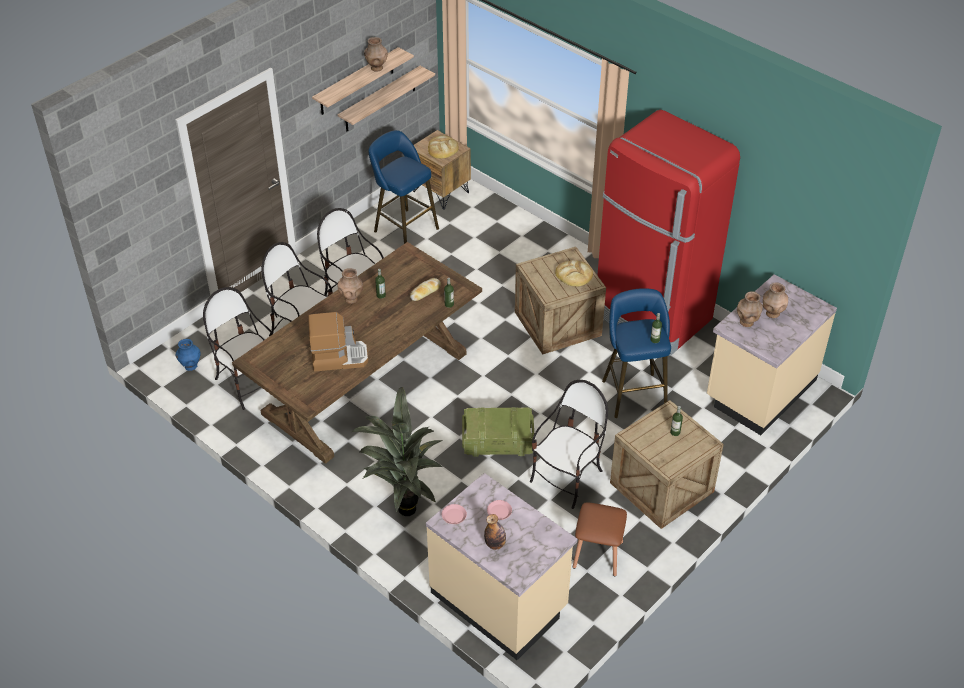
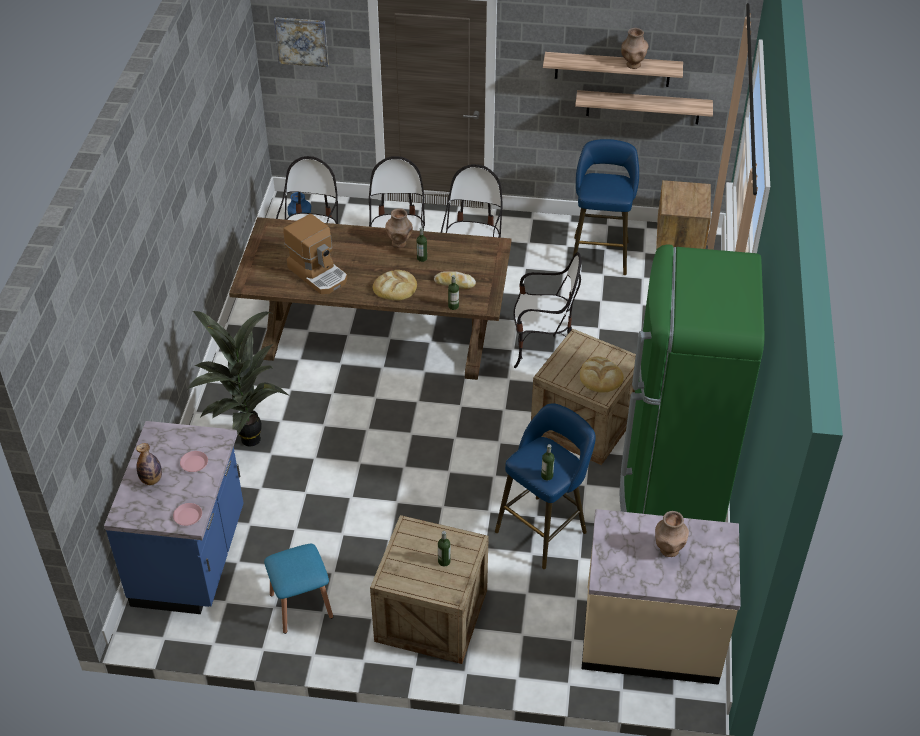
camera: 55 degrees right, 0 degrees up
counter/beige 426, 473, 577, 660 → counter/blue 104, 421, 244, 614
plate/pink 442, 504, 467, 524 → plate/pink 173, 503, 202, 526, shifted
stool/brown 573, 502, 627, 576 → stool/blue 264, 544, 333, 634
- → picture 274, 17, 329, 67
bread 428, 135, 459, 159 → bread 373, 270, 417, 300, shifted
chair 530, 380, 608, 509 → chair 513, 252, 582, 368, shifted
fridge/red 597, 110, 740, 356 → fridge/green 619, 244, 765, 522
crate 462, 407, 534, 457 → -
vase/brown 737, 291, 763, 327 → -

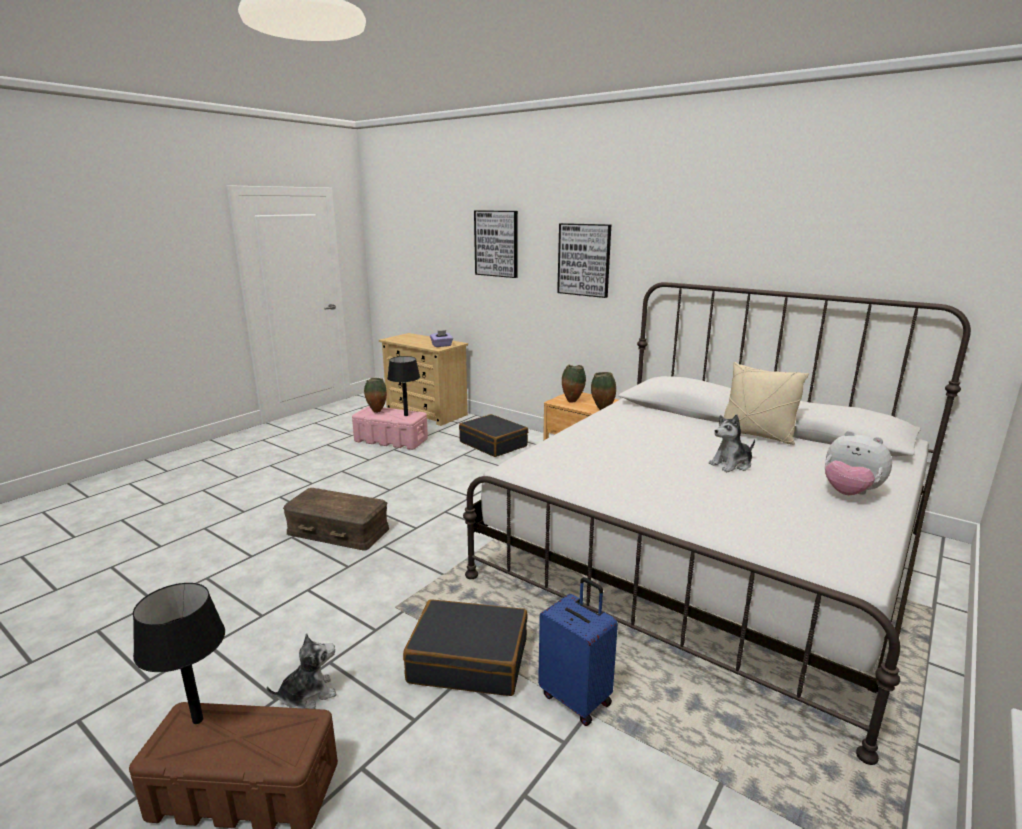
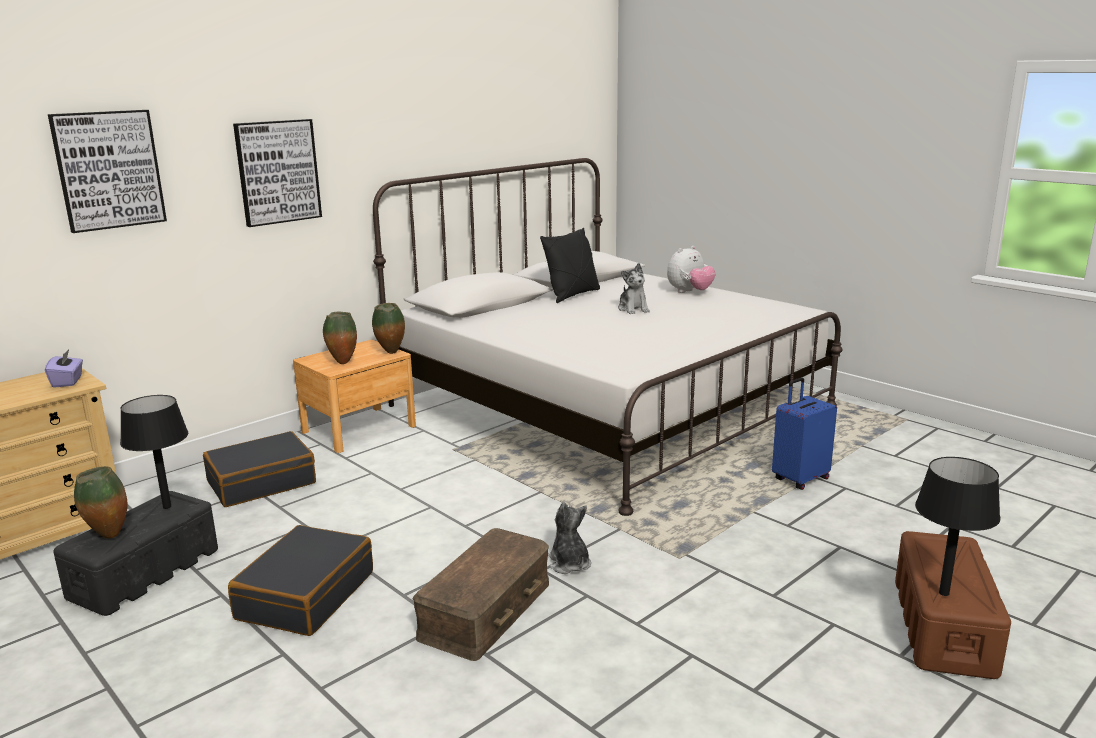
camera: 80 degrees left, 0 degrees up
storage box/pink 352, 406, 428, 450 → storage box/black 53, 491, 218, 616
suitcase/black 403, 599, 528, 696 → suitcase/black 228, 525, 373, 636, shifted
pillow/beige 724, 362, 809, 445 → pillow/black 540, 228, 600, 303
plush toy 267, 633, 337, 709 → plush toy 548, 502, 591, 574, shifted

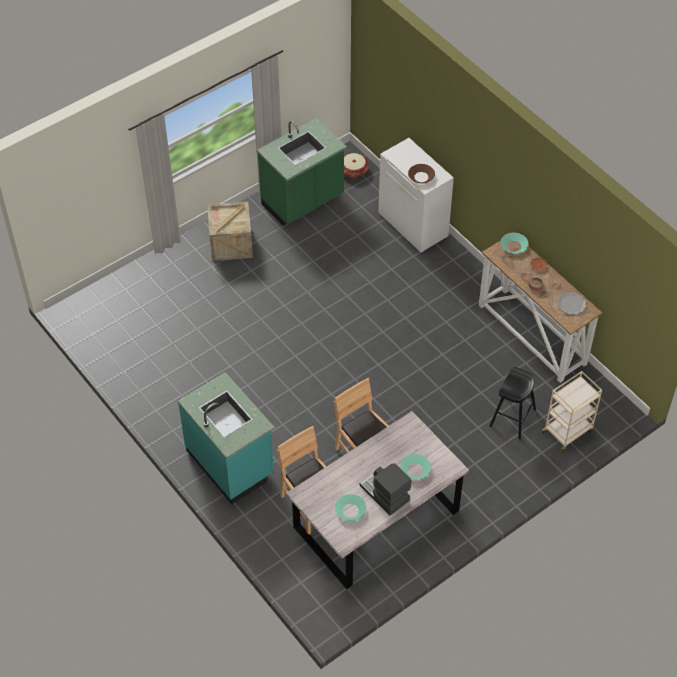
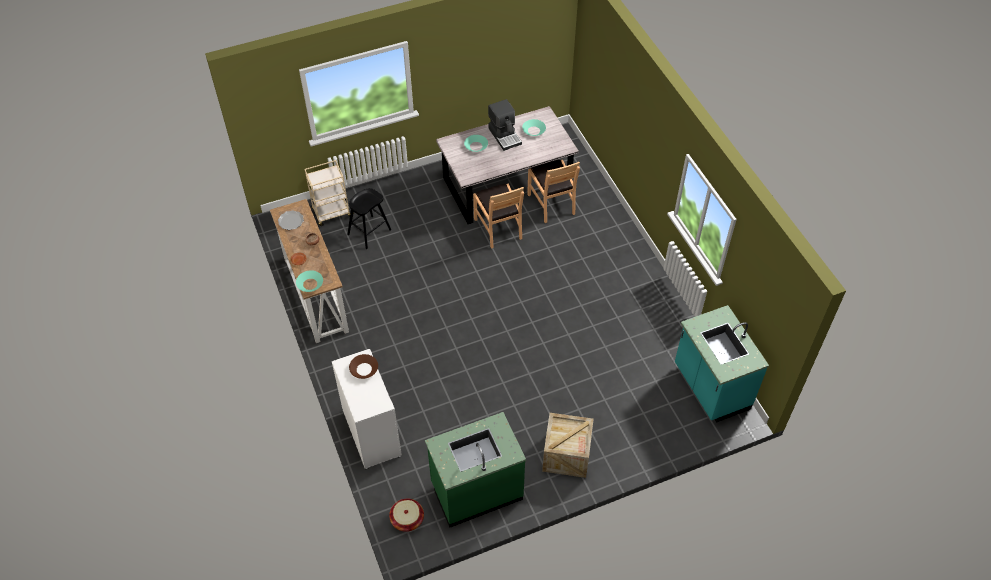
camera: 165 degrees left, 0 degrees up
counter/turquoise 178, 372, 275, 504 → counter/turquoise 675, 305, 769, 423, shifted

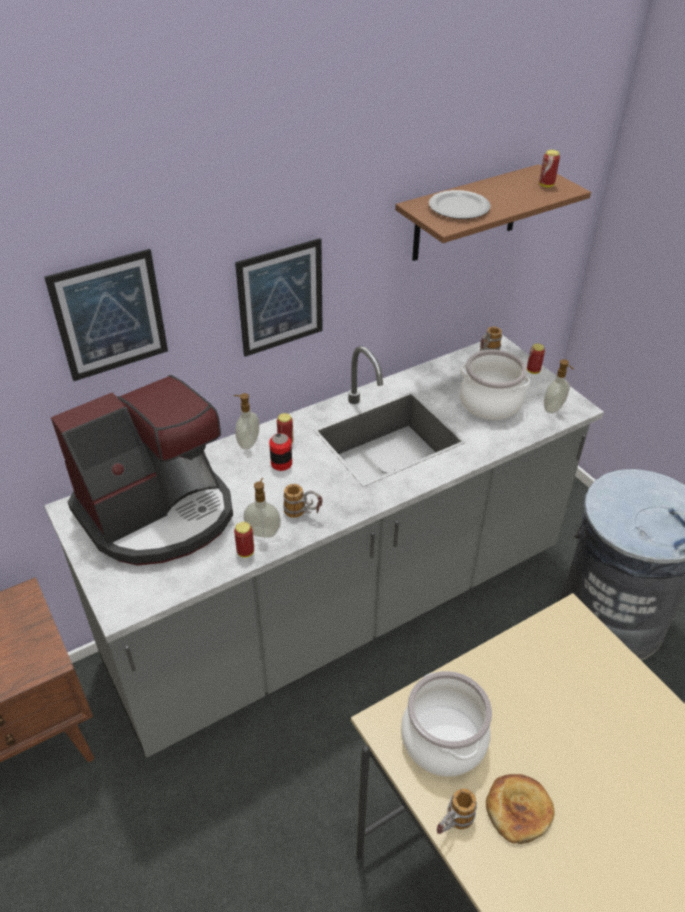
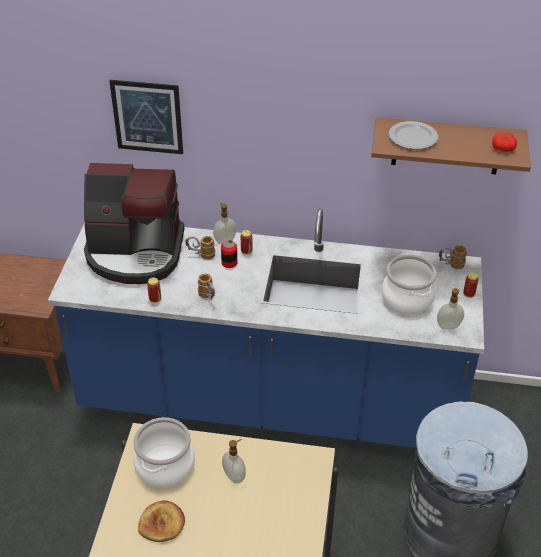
camera: 40 degrees right, 0 degrees up
counter/grey 44, 335, 604, 757 → counter/blue 48, 209, 484, 448
mug 437, 788, 477, 834 → mug 185, 236, 215, 260, shifted
soap dispenser 243, 478, 281, 538 → soap dispenser 222, 439, 246, 484, shifted
can 539, 150, 560, 187 → tomato 492, 132, 517, 152
picture 235, 238, 323, 357 → -

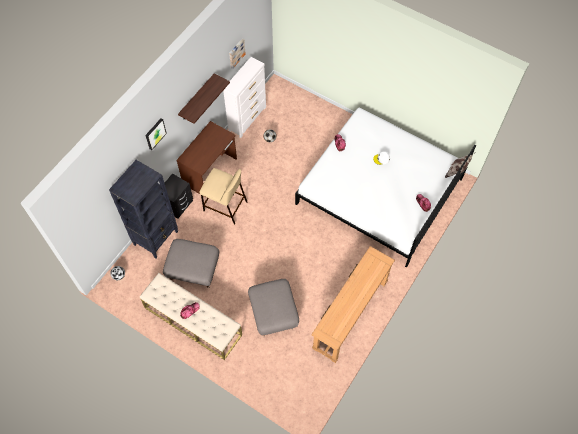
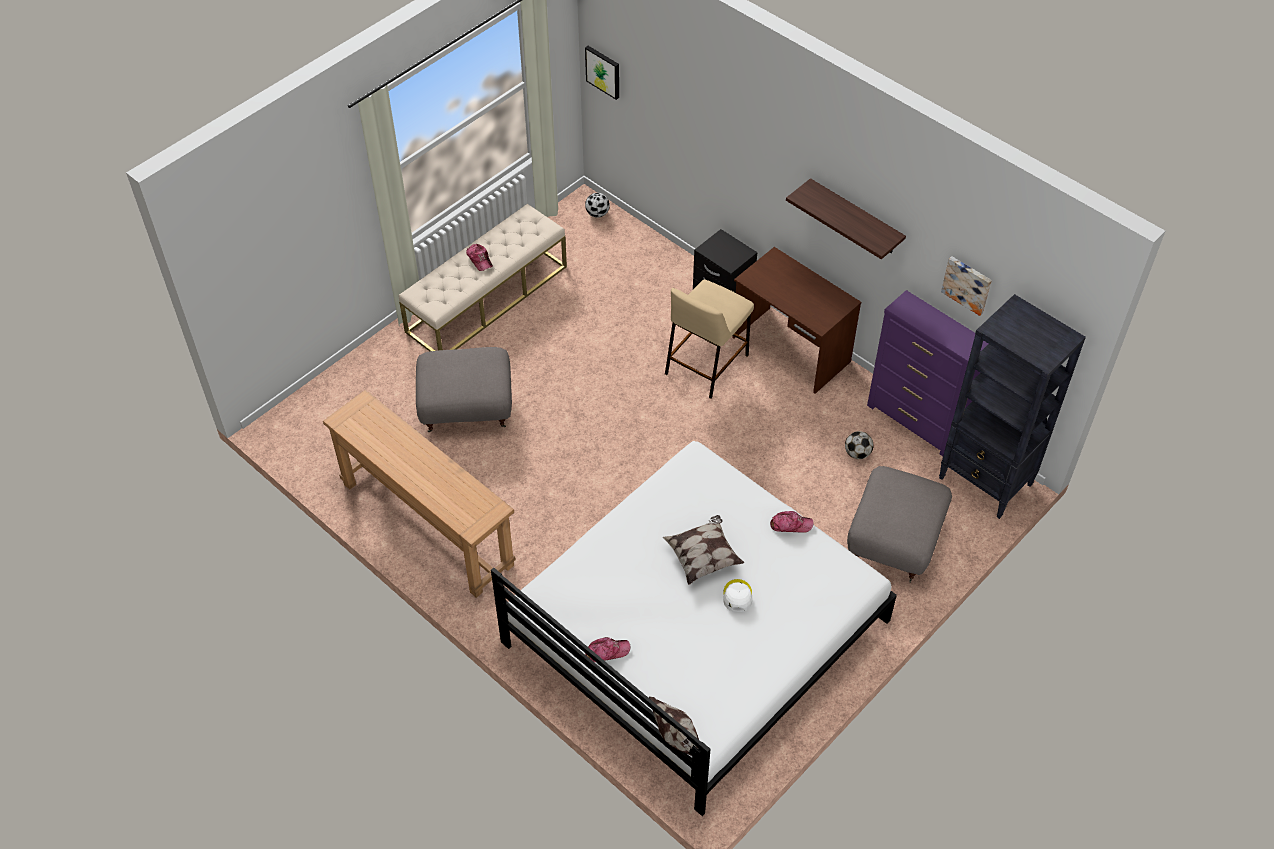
camera: 100 degrees right, 10 degrees down
picture 145, 118, 167, 150 → picture 585, 46, 619, 100, shifted
- → pillow 663, 515, 744, 585
ottoman/grey 163, 239, 219, 288 → ottoman/grey 847, 466, 952, 583, shifted
dresser/white 223, 57, 266, 138 → dresser/purple 867, 290, 988, 456
bookcase/black 109, 160, 178, 259 → bookcase/black 939, 294, 1086, 519, shifted

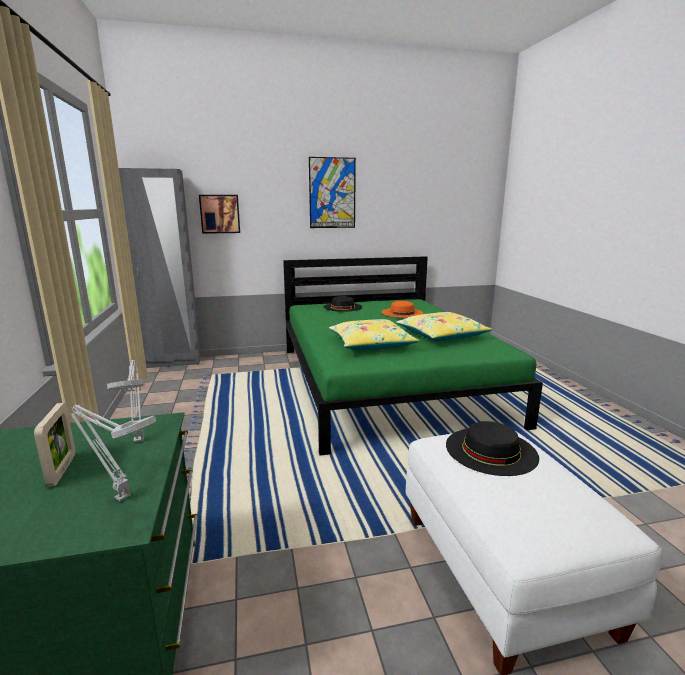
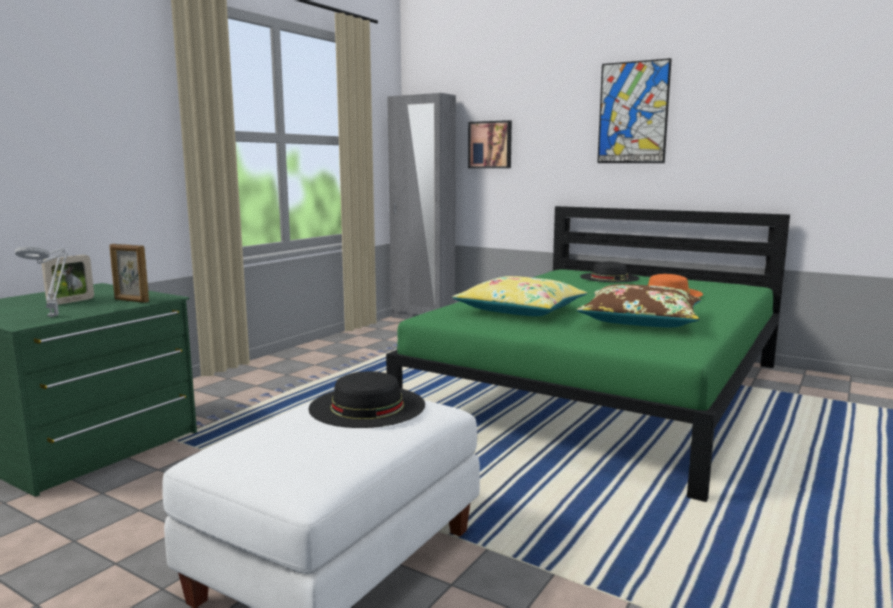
camera: 45 degrees right, 5 degrees down
table lamp/grey 107, 360, 145, 442 → picture frame 109, 244, 149, 303
pillow/yellow 396, 312, 492, 341 → pillow/brown 577, 284, 701, 327

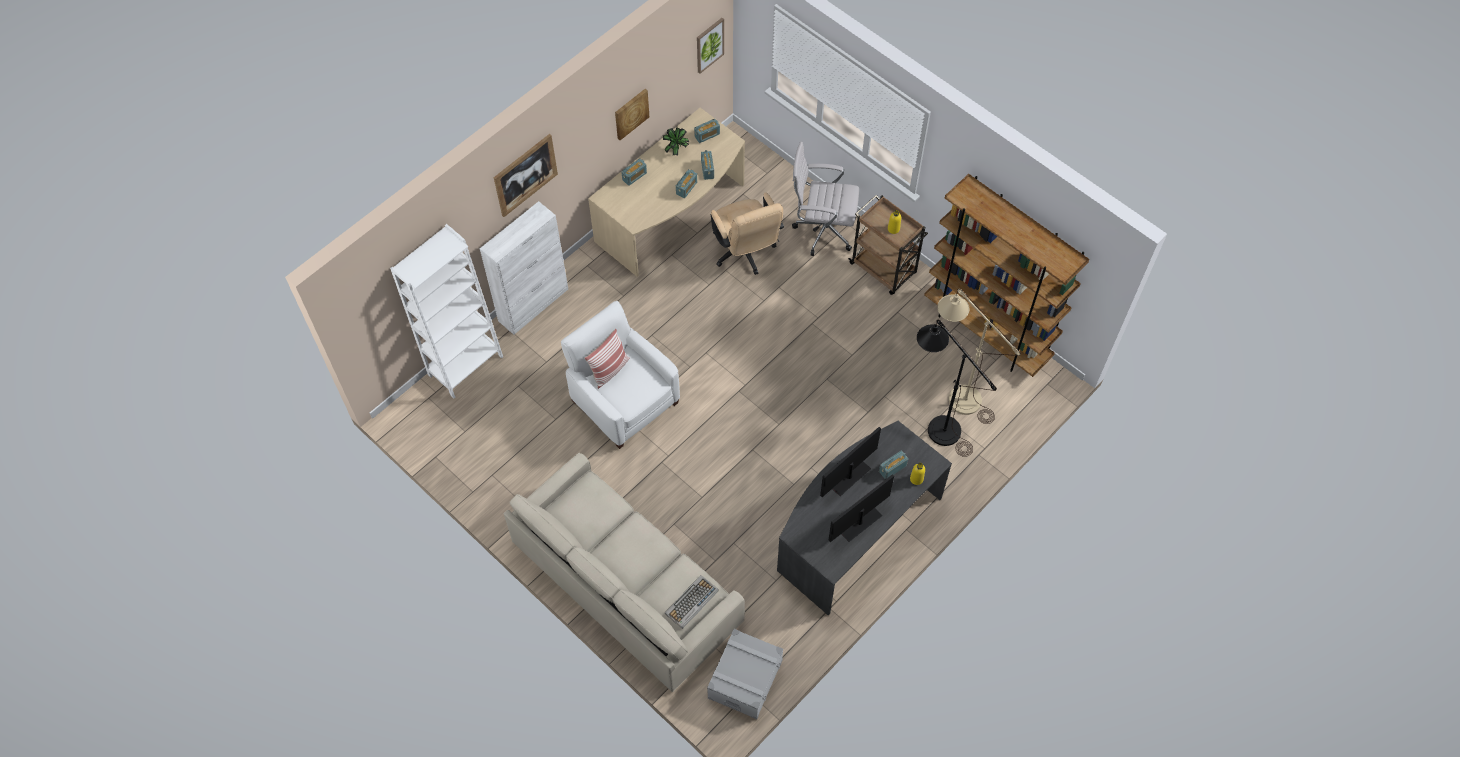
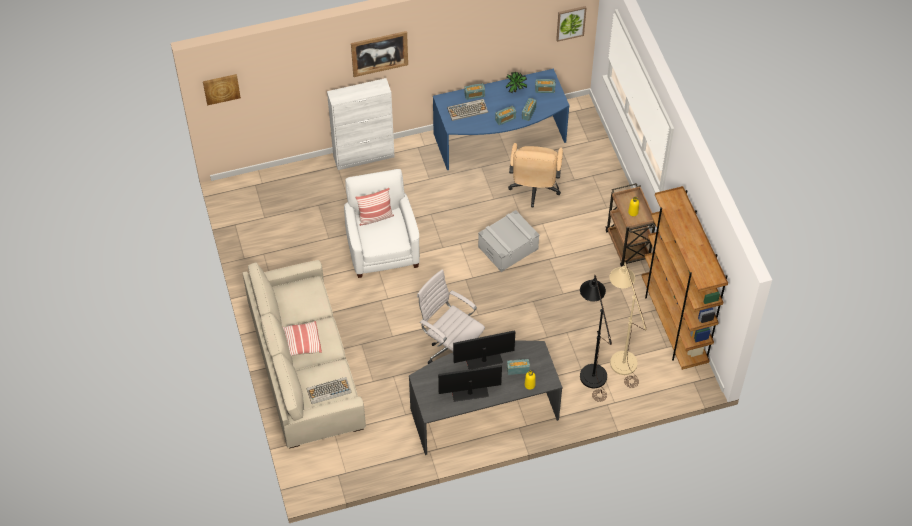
camera: 30 degrees right, 5 degrees down
picture 615, 89, 649, 140 → picture 203, 74, 241, 106, shifted
- → pillow 283, 321, 322, 356
office chair/white 792, 142, 859, 256 → office chair/white 417, 270, 485, 364, shifted
desk/beige 588, 108, 745, 276 → desk/blue 433, 69, 569, 170
- → keyboard 447, 99, 488, 121
storage box/grey 707, 629, 783, 719 → storage box/grey 478, 210, 540, 272, shifted
bookcase/white 390, 224, 503, 399 → -

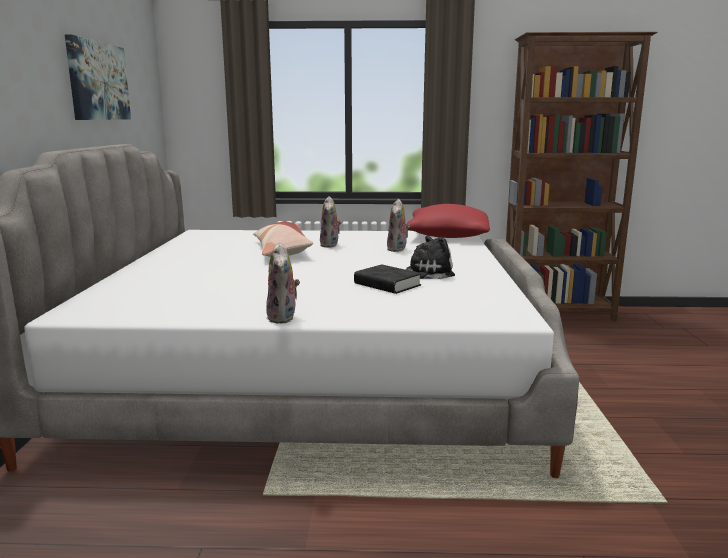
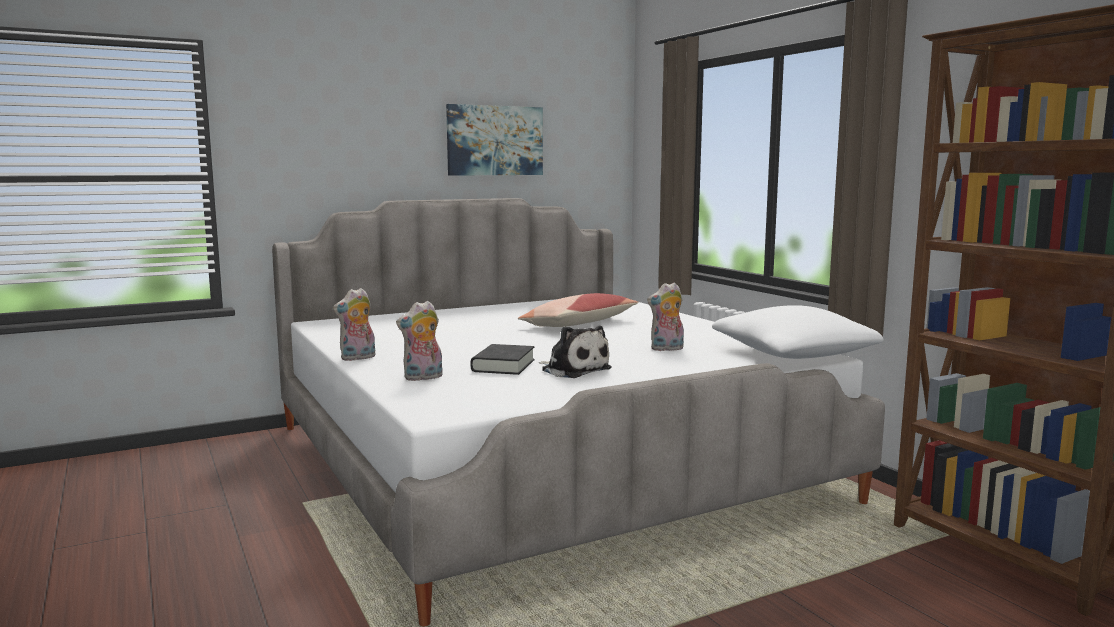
camera: 60 degrees right, 5 degrees down
plush toy 320, 196, 341, 247 → plush toy 396, 301, 443, 381, shifted
pillow/red 406, 204, 490, 238 → pillow/white 712, 305, 884, 359

